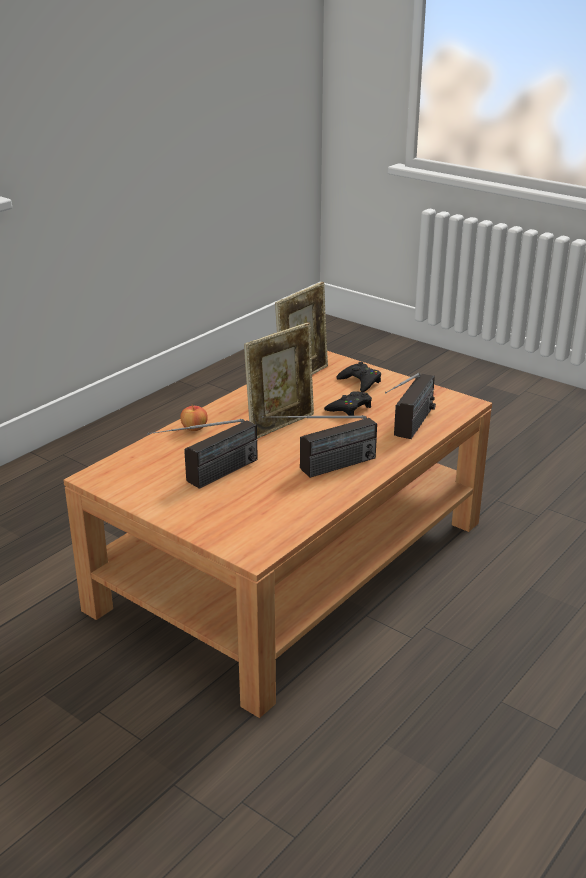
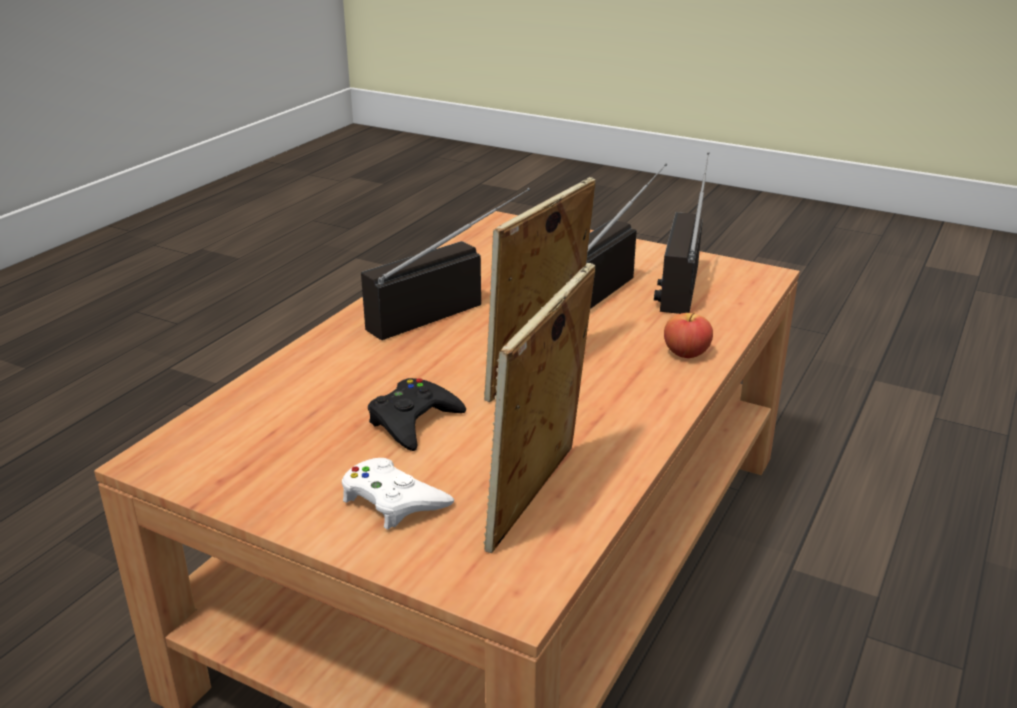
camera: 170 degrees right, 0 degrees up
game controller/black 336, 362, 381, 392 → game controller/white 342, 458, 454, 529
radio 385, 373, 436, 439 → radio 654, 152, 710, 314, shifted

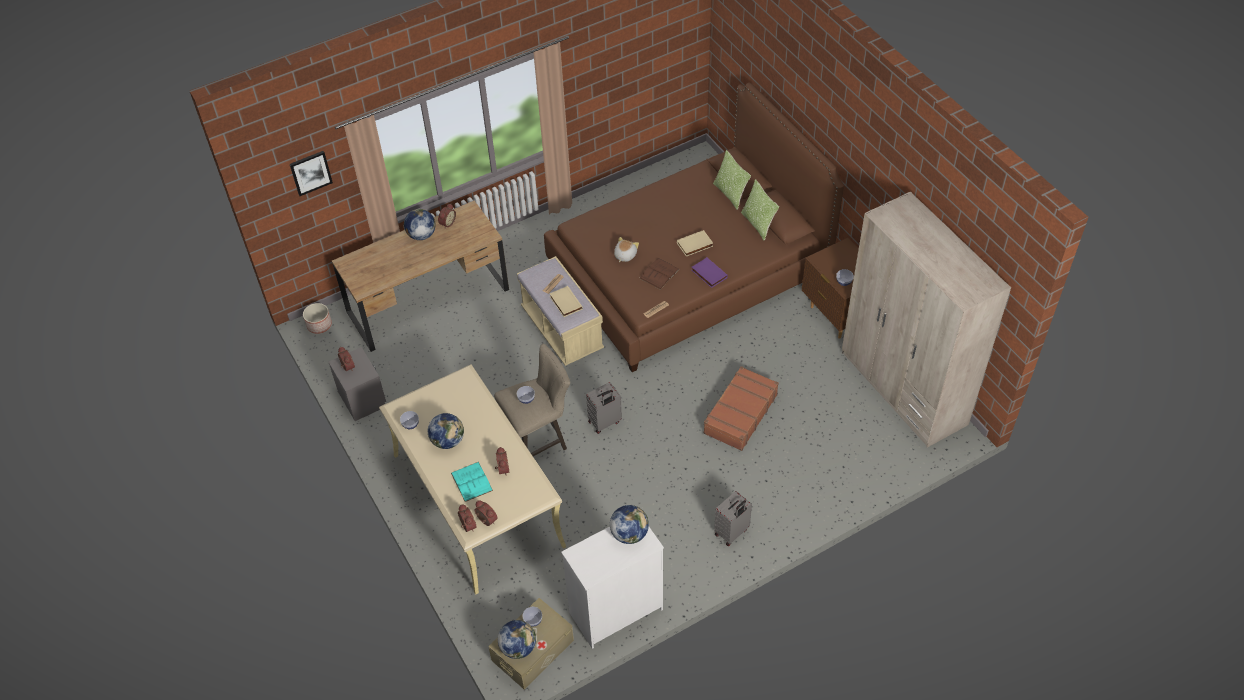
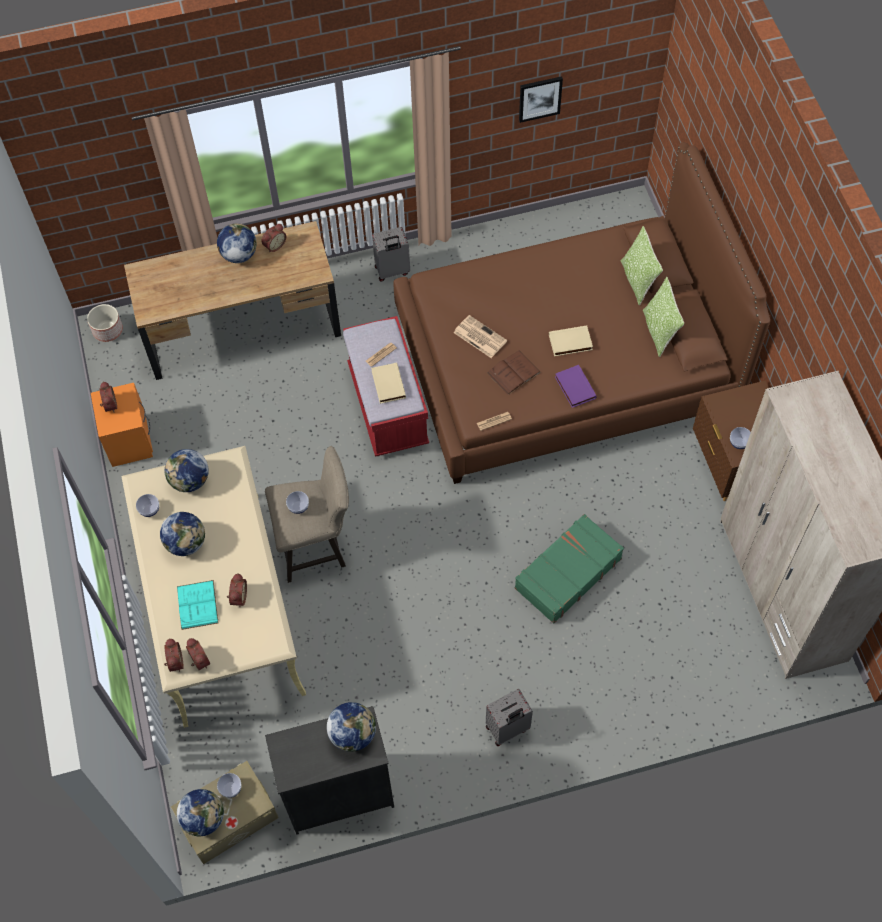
camera: 15 degrees right, 10 degrees up
nightstand/grey 329, 347, 386, 421 → nightstand/orange 91, 383, 153, 467
- → globe 165, 449, 209, 492
dresser/white 561, 526, 664, 649 → dresser/black 265, 706, 394, 835
bench/beige 517, 256, 604, 366 → bench/red 343, 316, 429, 457
suitcase/grey 586, 382, 622, 434 → suitcase/grey 372, 227, 410, 281, shifted
plush toy 614, 237, 639, 262 → newspaper 453, 315, 507, 358
suitcase/brown 703, 366, 779, 451 → suitcase/green 515, 514, 624, 624
picture 290, 151, 333, 196 → picture 519, 76, 563, 123, shifted

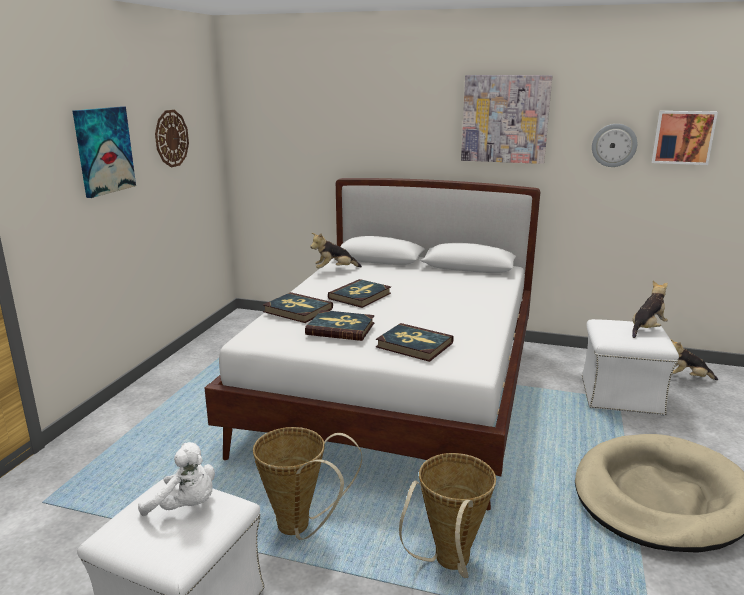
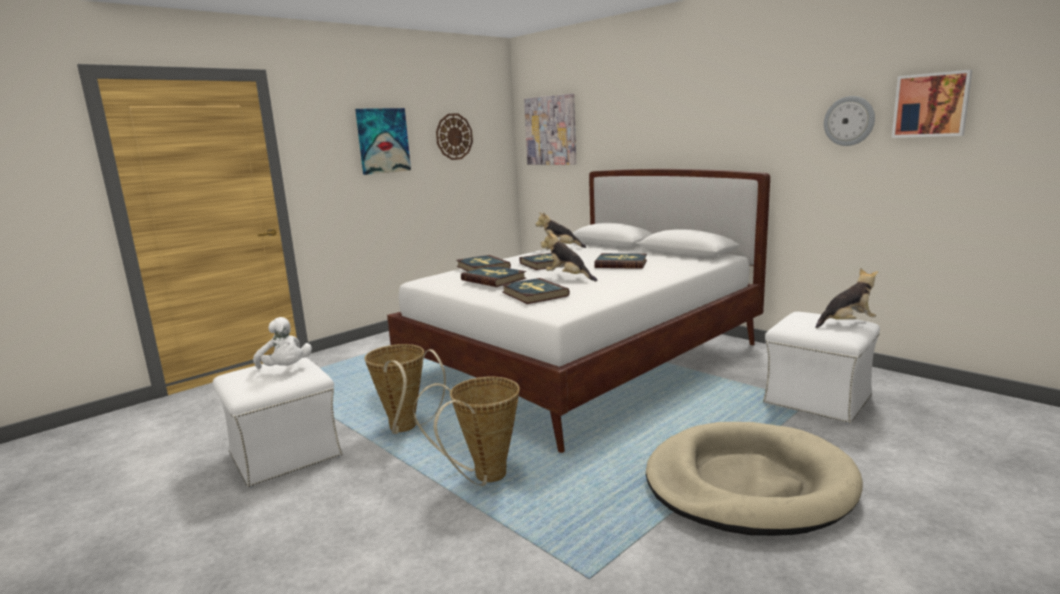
camera: 30 degrees right, 5 degrees down
picture 461, 75, 552, 164 → picture 524, 94, 576, 165, shifted
plush toy 670, 339, 718, 380 → plush toy 541, 231, 597, 281, shifted
- → book 594, 253, 647, 269

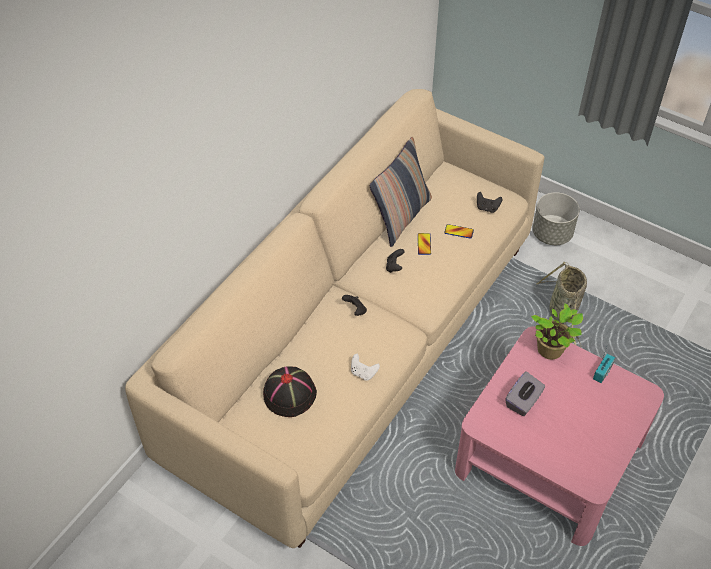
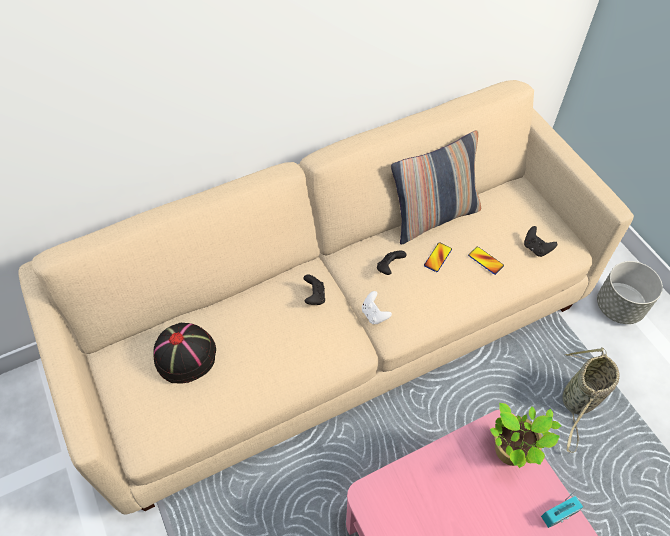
camera: 30 degrees right, 5 degrees up
game controller/white 351, 354, 380, 381 → game controller/white 362, 291, 392, 324, shifted
tissue box/grey 505, 371, 545, 416 → -

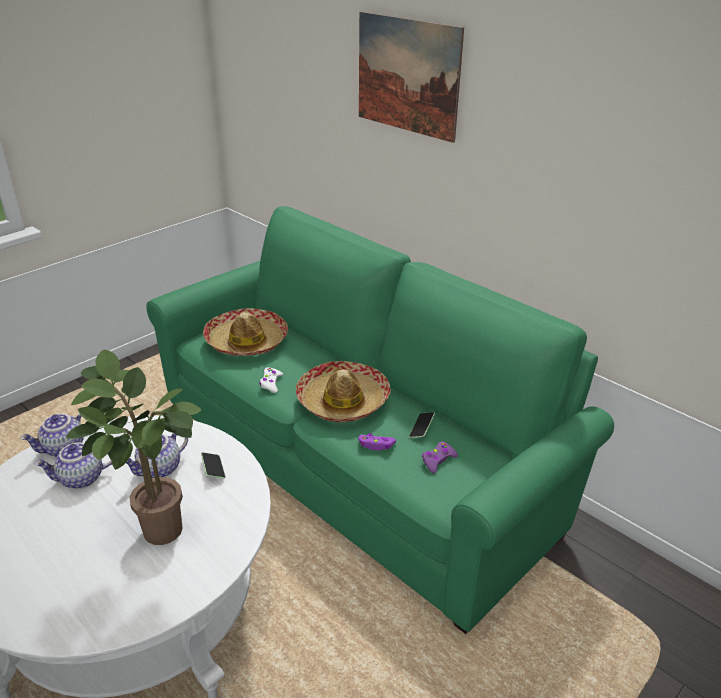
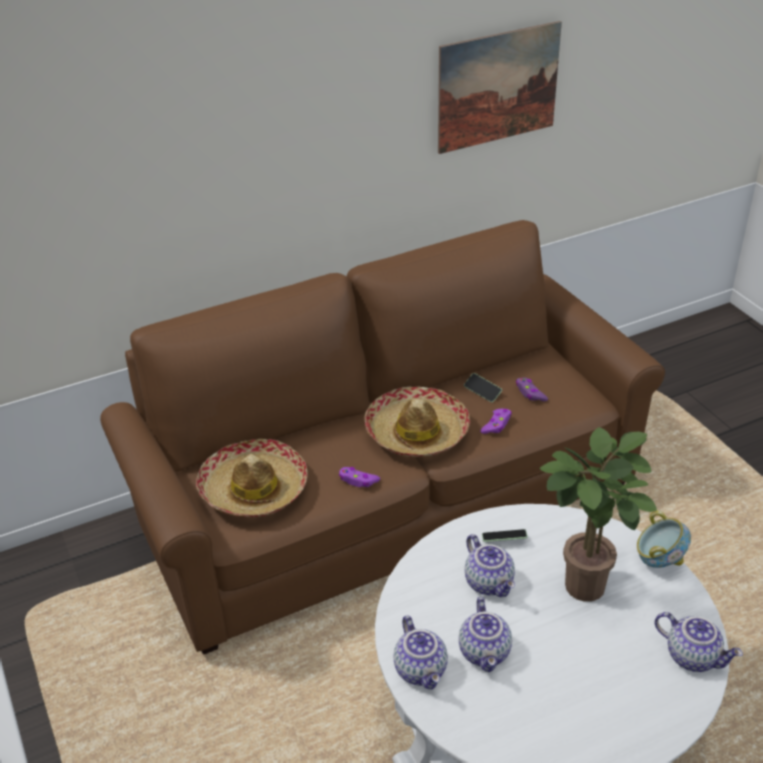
camera: 70 degrees left, 5 degrees up
sofa/green 146, 206, 614, 634 → sofa/brown 100, 220, 665, 655
game controller/white 259, 367, 283, 393 → game controller/purple 339, 467, 380, 487
picture 359, 11, 464, 143 → picture 438, 21, 562, 154, shifted
- → bowl 637, 510, 691, 568
- → teapot 655, 612, 743, 672

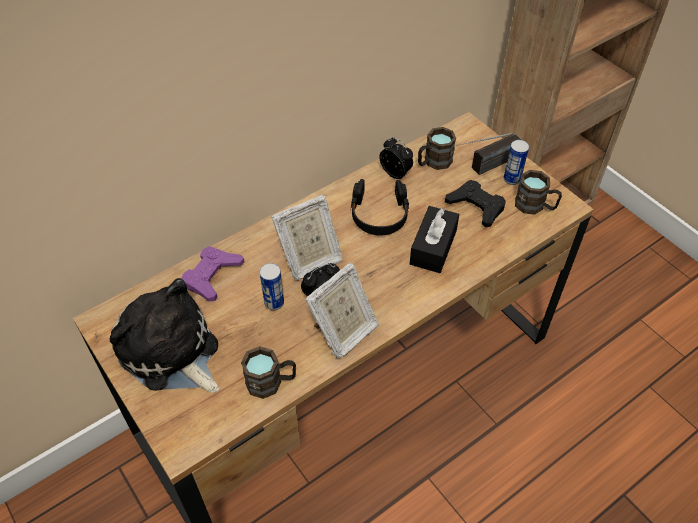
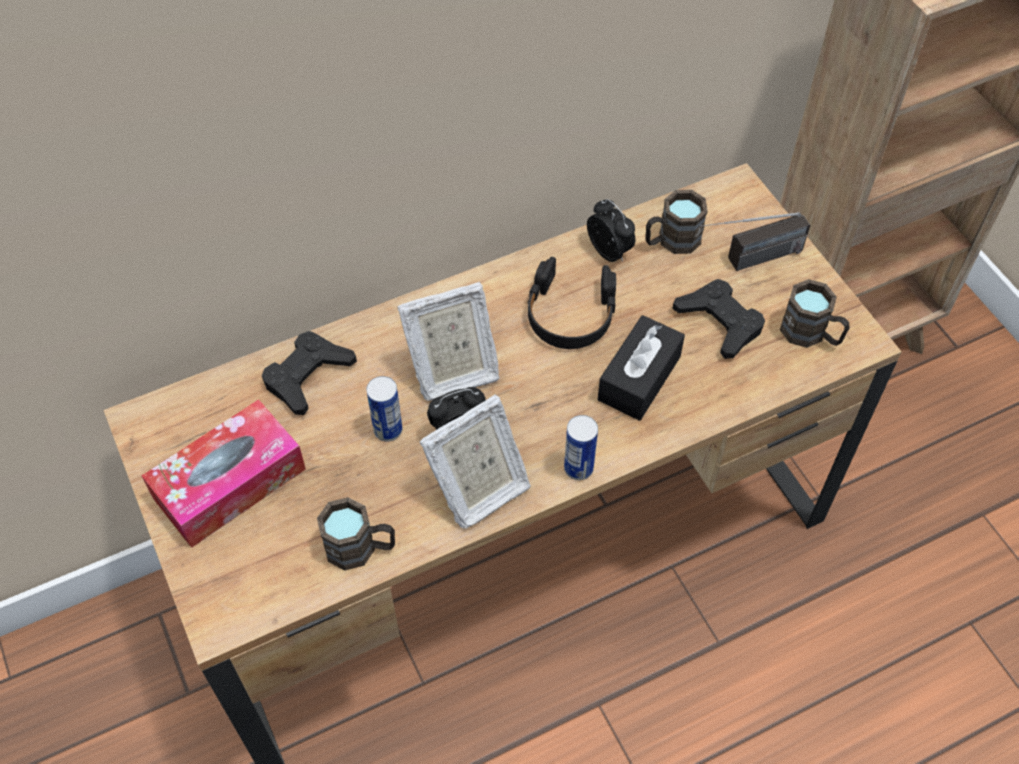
camera: 10 degrees right, 5 degrees up
plush toy 110, 278, 219, 393 → tissue box 142, 399, 306, 548
game controller/purple 182, 246, 245, 301 → game controller/black 262, 331, 357, 415
can 504, 140, 529, 185 → can 564, 415, 598, 480, shifted

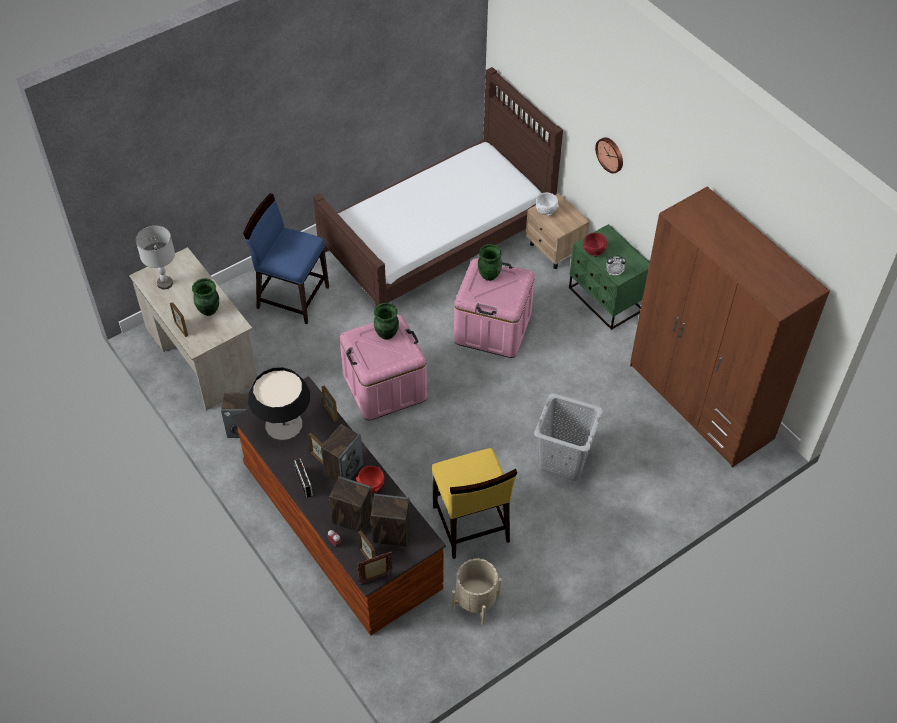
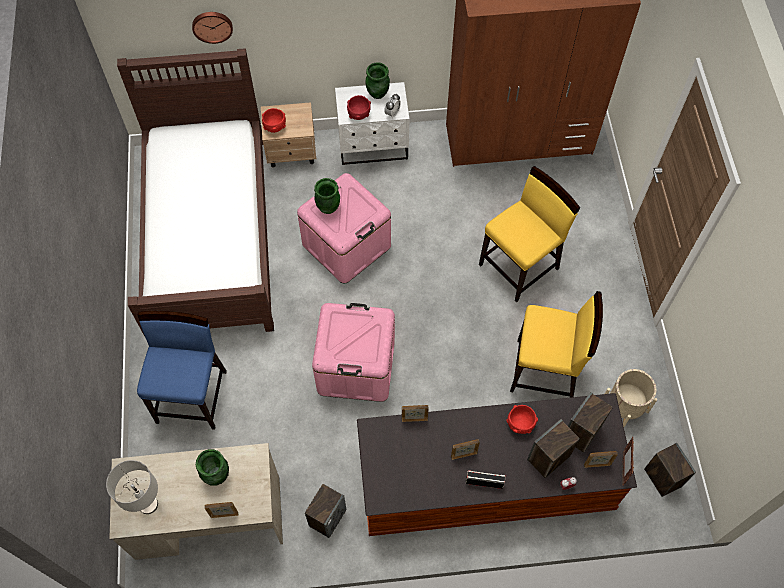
camera: 60 degrees left, 10 degrees up
chair/blue 243, 194, 329, 324 → chair/blue 137, 311, 227, 430, 135 degrees clockwise
wall clock 595, 137, 623, 174 → wall clock 192, 12, 233, 44, shifted
bowl/white 536, 192, 559, 216 → bowl/red 262, 108, 286, 133
nightstand/green 569, 224, 650, 330 → nightstand/white 335, 82, 410, 165
vase/green 374, 303, 399, 340 → vase/green 366, 62, 390, 99, shifted
laundry basket/grey 534, 393, 603, 481 → chair/yellow 479, 166, 580, 302
speaker 321, 424, 363, 482 → speaker 644, 443, 696, 497, shifted
table lamp 248, 367, 310, 441 → -

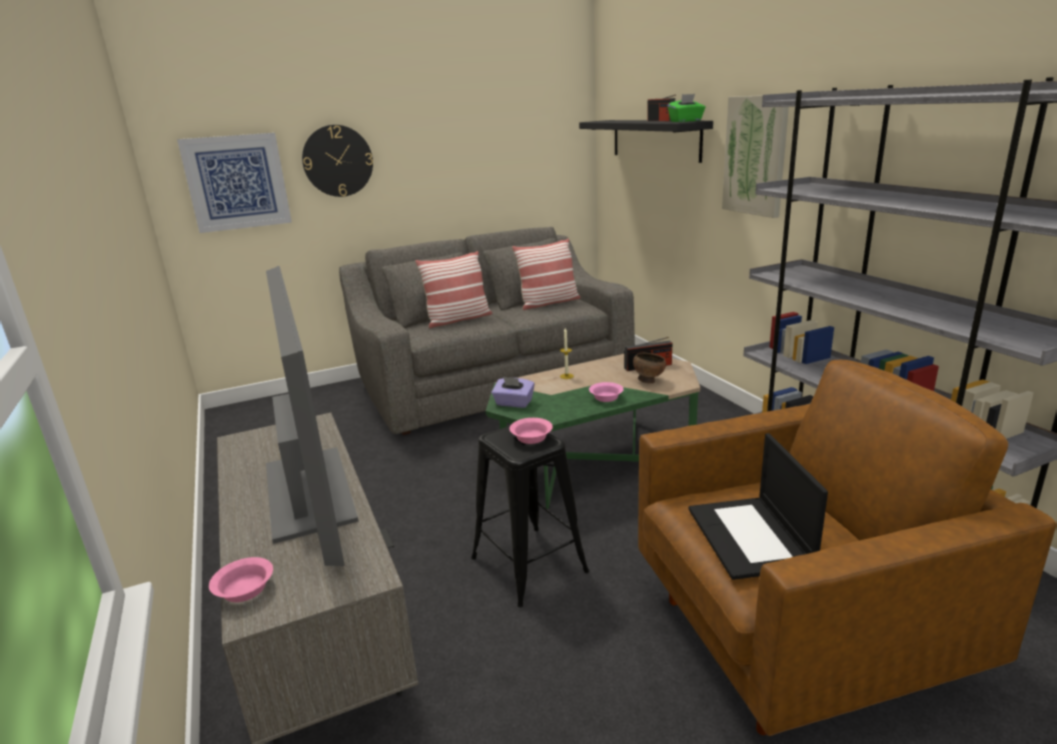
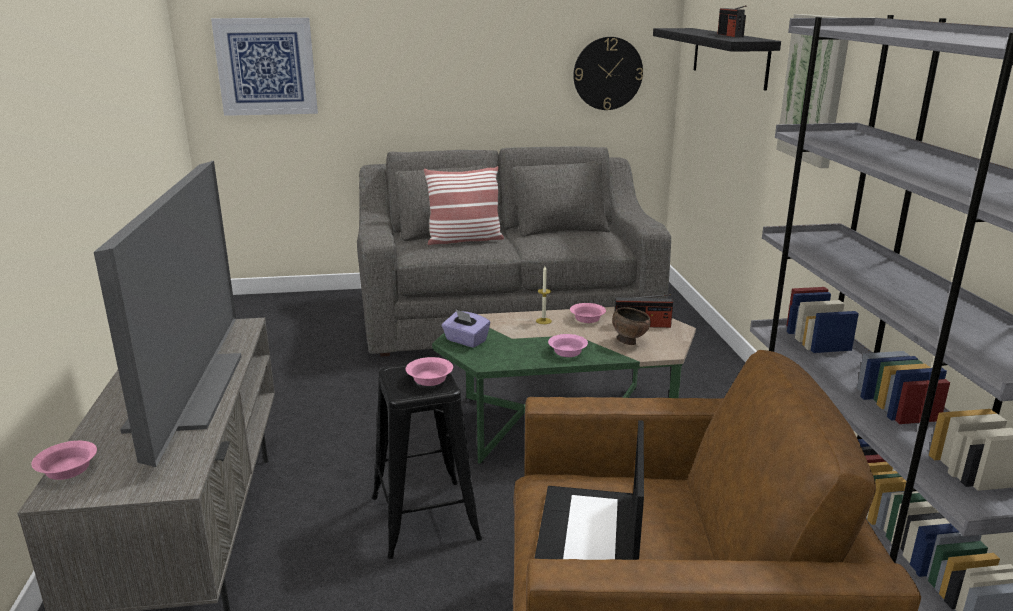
camera: 15 degrees right, 0 degrees up
- → bowl/pink 570, 303, 606, 323
wall clock 302, 125, 373, 197 → wall clock 573, 37, 643, 110, shifted
pillow 512, 239, 581, 310 → -
tissue box/green 668, 94, 706, 122 → -

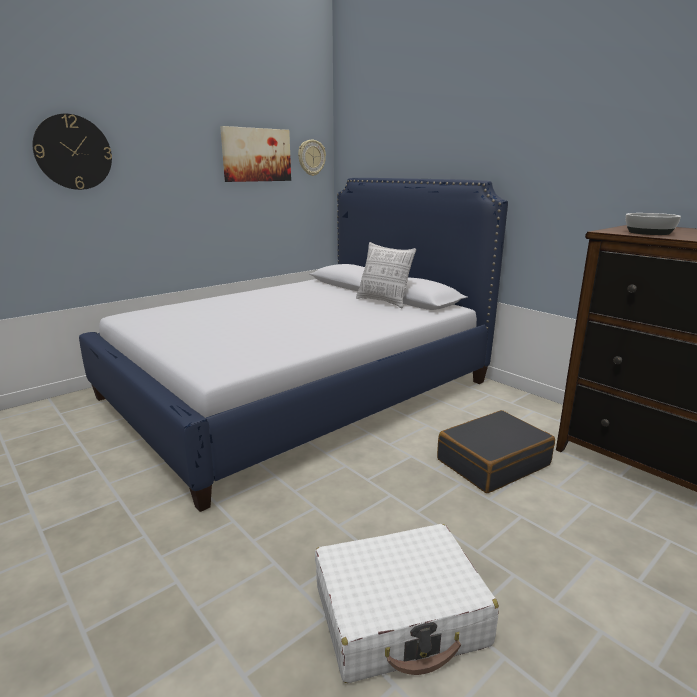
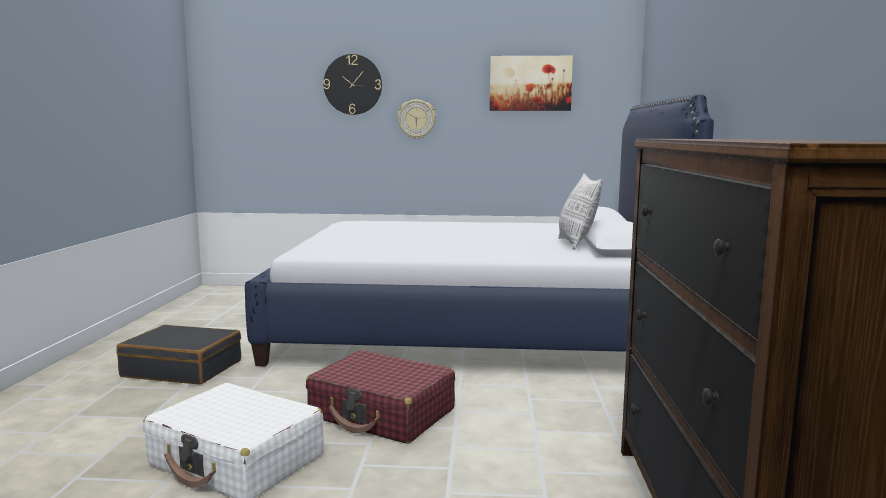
camera: 45 degrees right, 10 degrees down
suitcase/black 437, 410, 555, 493 → suitcase/black 116, 325, 241, 384, shifted
- → suitcase/red 306, 350, 455, 444
wall clock 298, 140, 326, 176 → wall clock 397, 100, 436, 139, shifted
bowl 626, 213, 681, 235 → -

